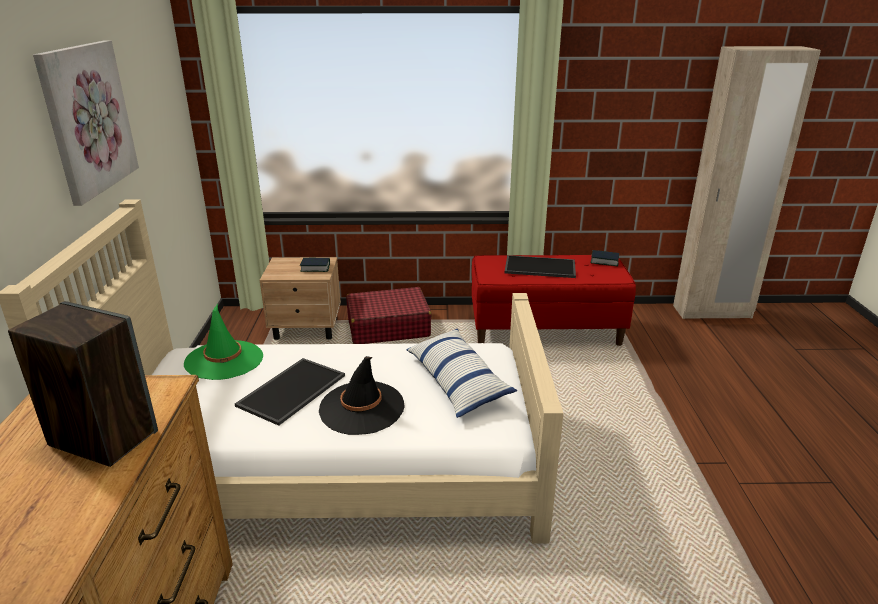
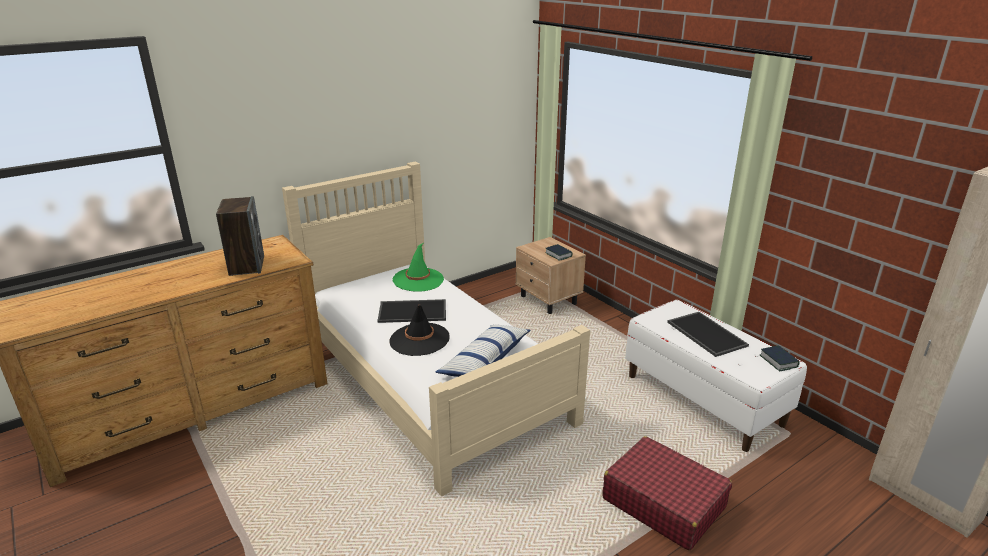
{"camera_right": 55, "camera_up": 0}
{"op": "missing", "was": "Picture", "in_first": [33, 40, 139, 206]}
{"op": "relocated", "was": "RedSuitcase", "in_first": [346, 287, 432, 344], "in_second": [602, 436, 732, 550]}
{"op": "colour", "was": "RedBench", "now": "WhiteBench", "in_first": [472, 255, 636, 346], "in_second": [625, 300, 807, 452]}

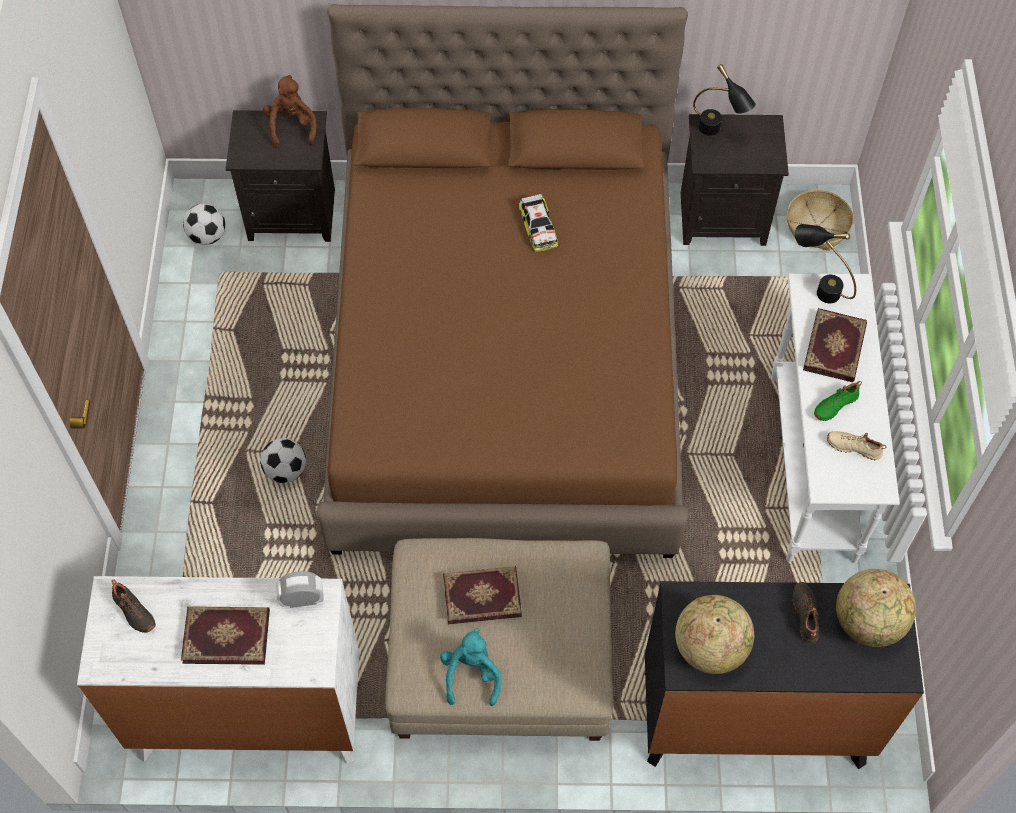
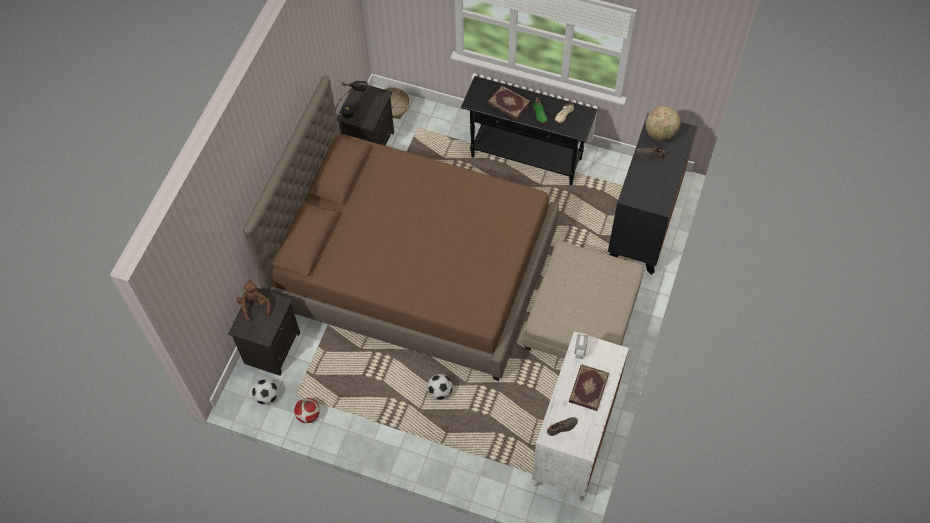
{"camera_right": -70, "camera_up": 0}
{"op": "spun", "was": "BrownPlushToy", "in_first": [263, 75, 317, 147], "in_second": [236, 280, 271, 322], "clockwise": 60}
{"op": "missing", "was": "TurquoisePlushToy", "in_first": [440, 628, 502, 706]}
{"op": "missing", "was": "Book", "in_first": [443, 566, 522, 624]}
{"op": "missing", "was": "ToyCar", "in_first": [519, 194, 558, 252]}
{"op": "missing", "was": "Globe", "in_first": [675, 595, 754, 674]}
{"op": "colour", "was": "WhiteConsoleTable", "now": "BlackConsoleTable", "in_first": [771, 273, 900, 563], "in_second": [461, 76, 597, 185]}
{"op": "missing", "was": "BlackTableLamp", "in_first": [795, 224, 856, 303]}
{"op": "appeared", "now": "Football", "in_second": [294, 398, 320, 423]}

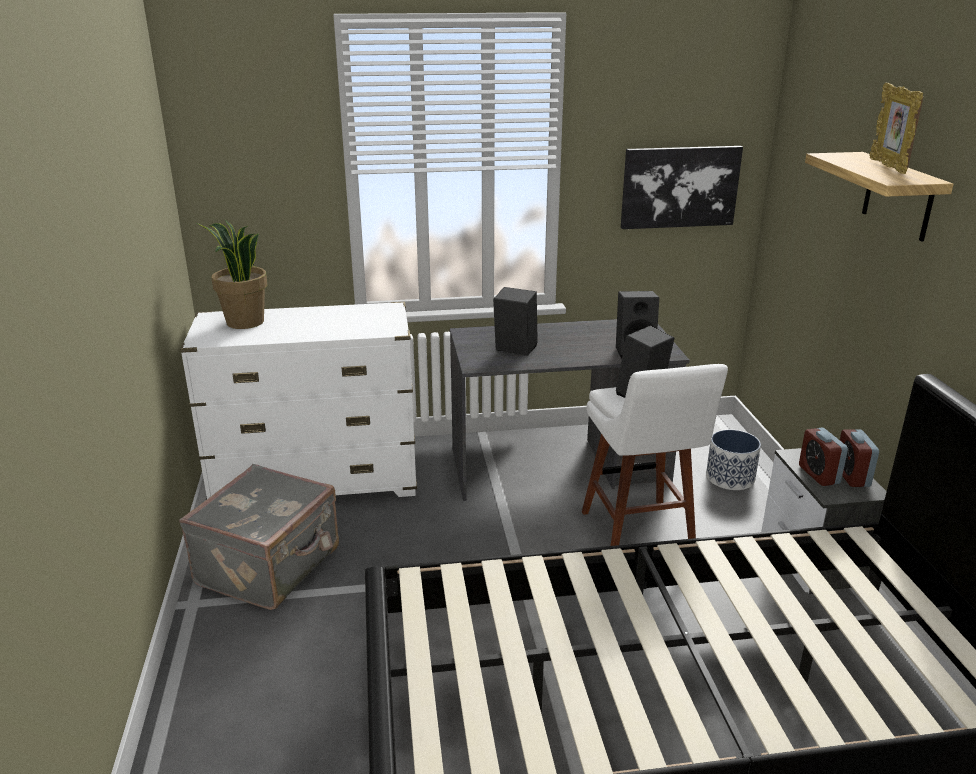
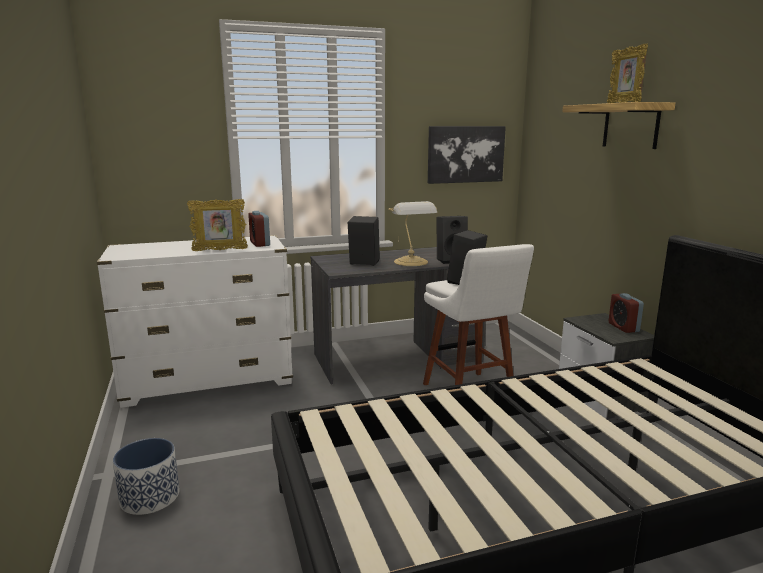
{"camera_right": -10, "camera_up": -10}
{"op": "missing", "was": "GreySuitcase", "in_first": [179, 464, 339, 610]}
{"op": "missing", "was": "PottedPlant", "in_first": [197, 220, 267, 329]}
{"op": "relocated", "was": "Planter", "in_first": [706, 430, 761, 490], "in_second": [113, 438, 180, 515]}
{"op": "relocated", "was": "AlarmClock", "in_first": [799, 428, 848, 486], "in_second": [248, 211, 270, 247]}
{"op": "appeared", "now": "PictureFrame", "in_second": [187, 199, 248, 251]}
{"op": "appeared", "now": "TableLamp", "in_second": [388, 201, 437, 266]}

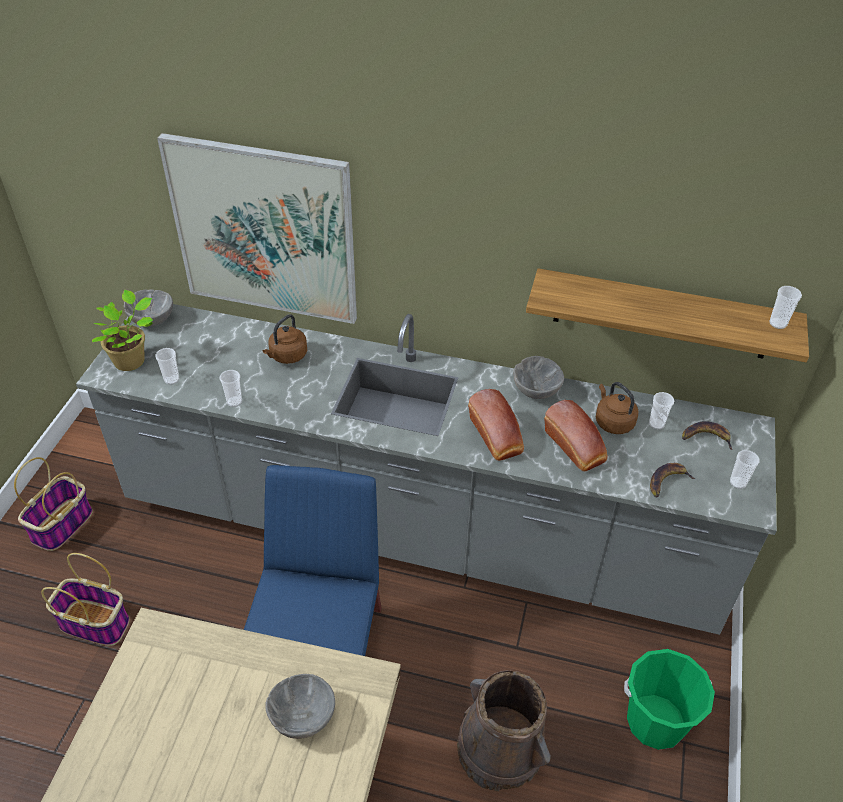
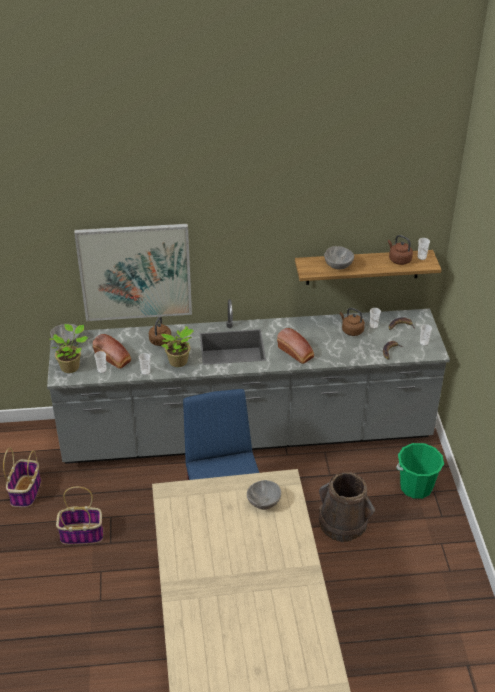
{"camera_right": -20, "camera_up": -5}
{"op": "relocated", "was": "GreyBowl", "in_first": [513, 356, 564, 399], "in_second": [324, 246, 354, 270]}
{"op": "relocated", "was": "Bread", "in_first": [544, 400, 608, 472], "in_second": [92, 334, 131, 369]}
{"op": "appeared", "now": "PottedPlant", "in_second": [161, 326, 194, 367]}
{"op": "appeared", "now": "BrownKettle", "in_second": [388, 235, 413, 265]}

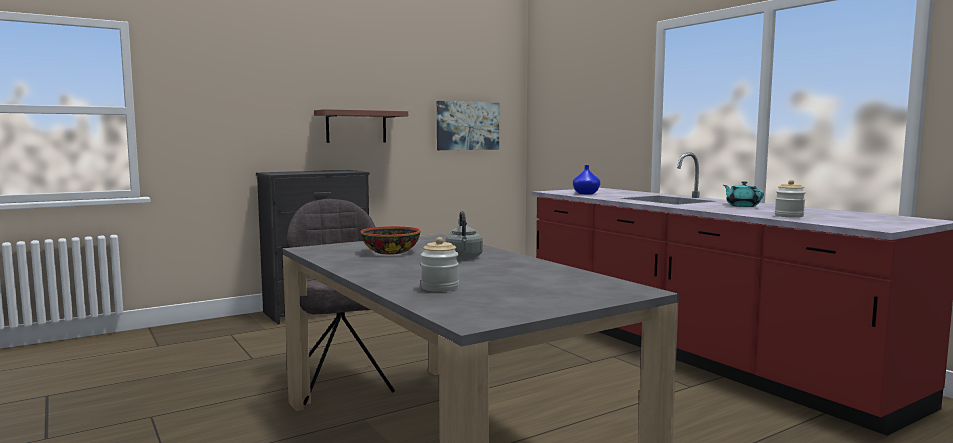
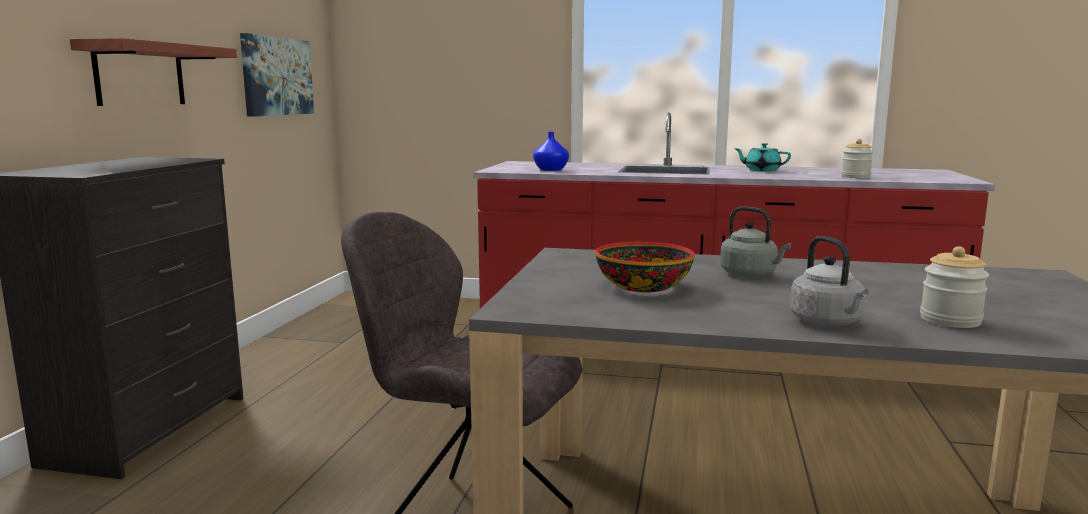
{"camera_right": -45, "camera_up": 5}
{"op": "appeared", "now": "GreyKettle", "in_second": [790, 236, 868, 327]}

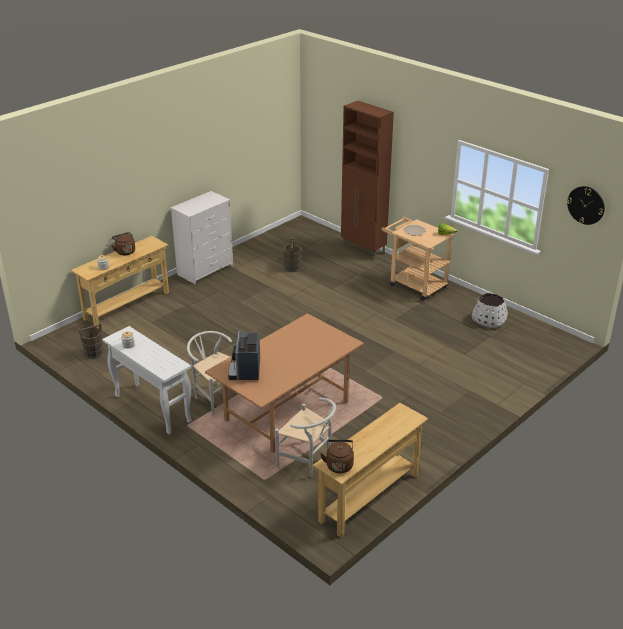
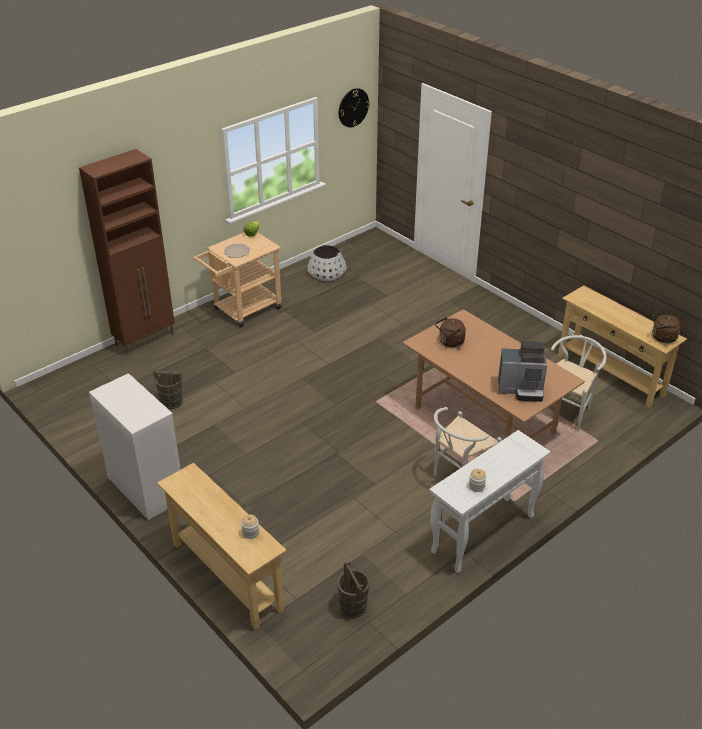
{"camera_right": -85, "camera_up": 5}
{"op": "relocated", "was": "BrownKettle", "in_first": [112, 232, 135, 255], "in_second": [435, 317, 466, 347]}

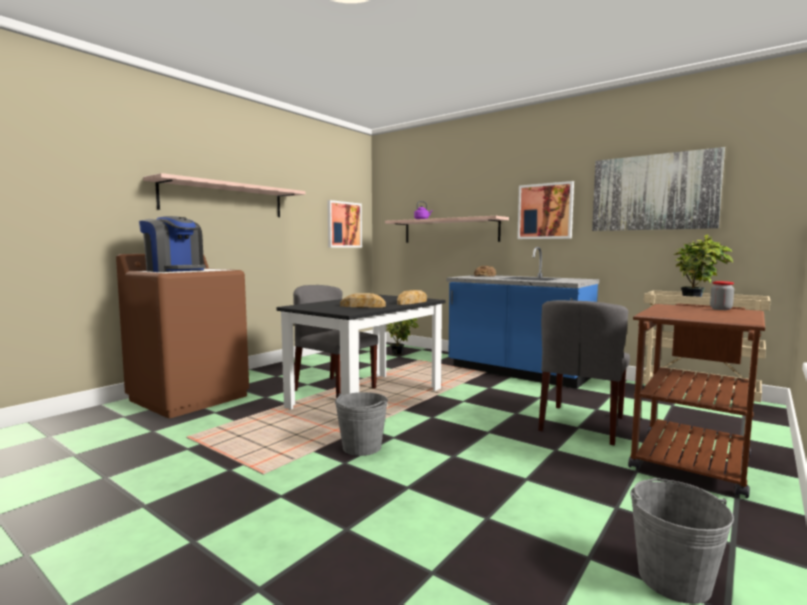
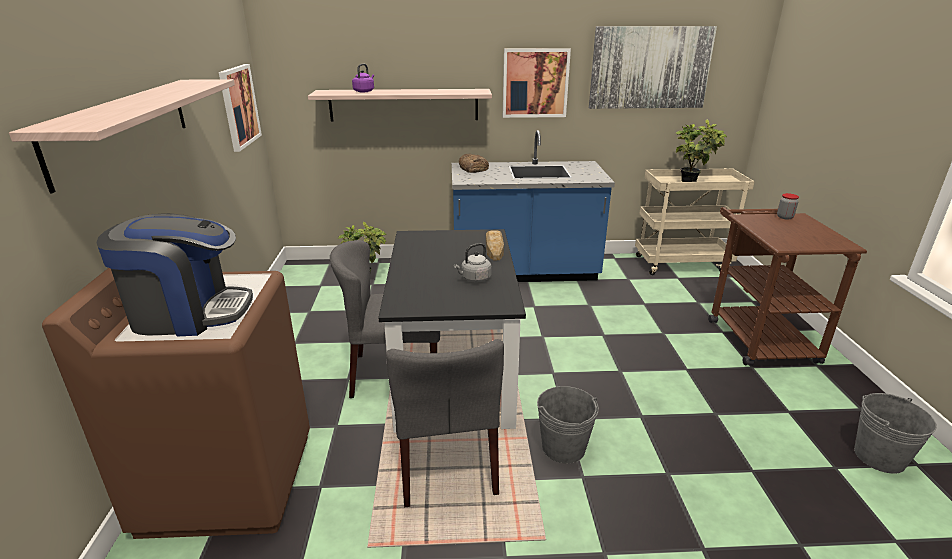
{"camera_right": -40, "camera_up": 20}
{"op": "exchanged", "was": "Bread", "now": "GreyKettle", "in_first": [340, 293, 386, 308], "in_second": [454, 243, 492, 282]}
{"op": "relocated", "was": "GreyChair", "in_first": [538, 300, 630, 446], "in_second": [386, 339, 504, 508]}

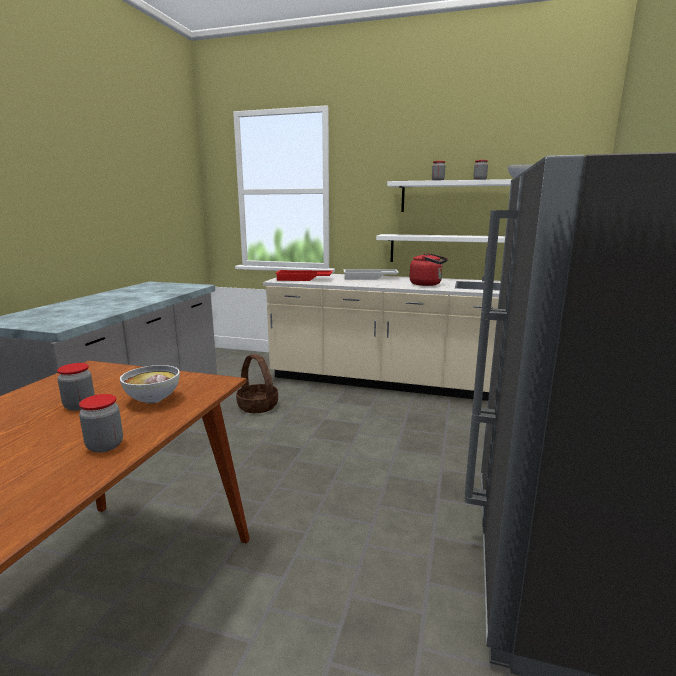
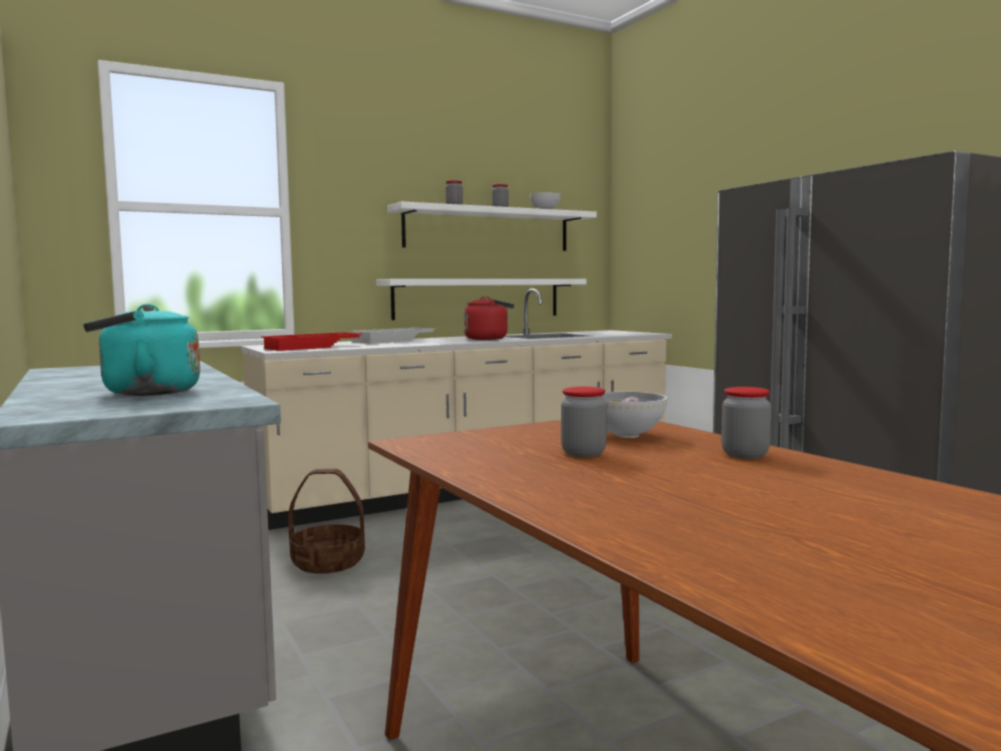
{"camera_right": -45, "camera_up": -10}
{"op": "appeared", "now": "TurquoiseKettle", "in_second": [83, 304, 200, 396]}

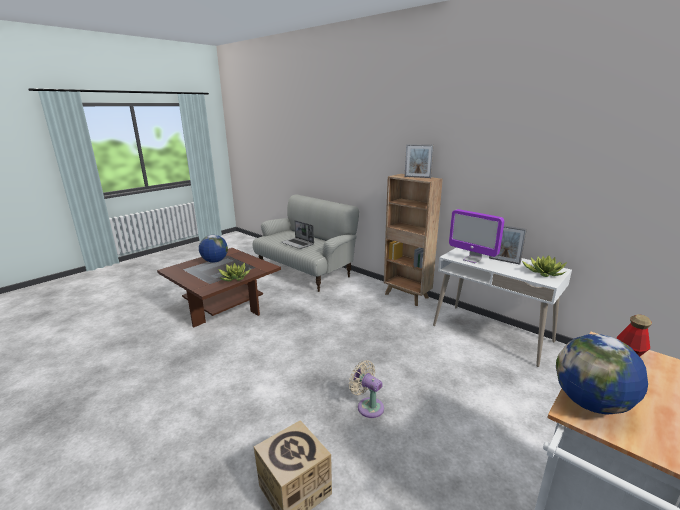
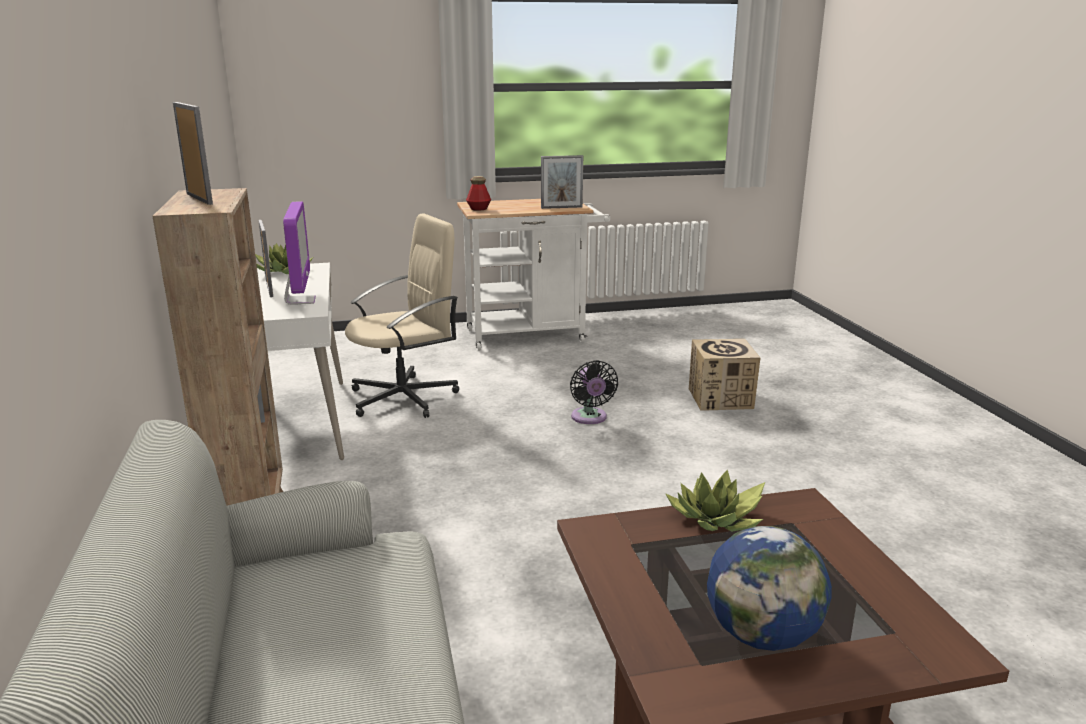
{"camera_right": -145, "camera_up": 0}
{"op": "missing", "was": "Laptop", "in_first": [281, 220, 314, 249]}
{"op": "colour", "was": "BeigeFan", "now": "BlackFan", "in_first": [349, 360, 384, 418], "in_second": [570, 360, 618, 424]}
{"op": "exchanged", "was": "Globe", "now": "PictureFrame", "in_first": [556, 334, 648, 414], "in_second": [541, 155, 583, 209]}
{"op": "appeared", "now": "BeigeOfficeChair", "in_second": [345, 213, 459, 418]}

